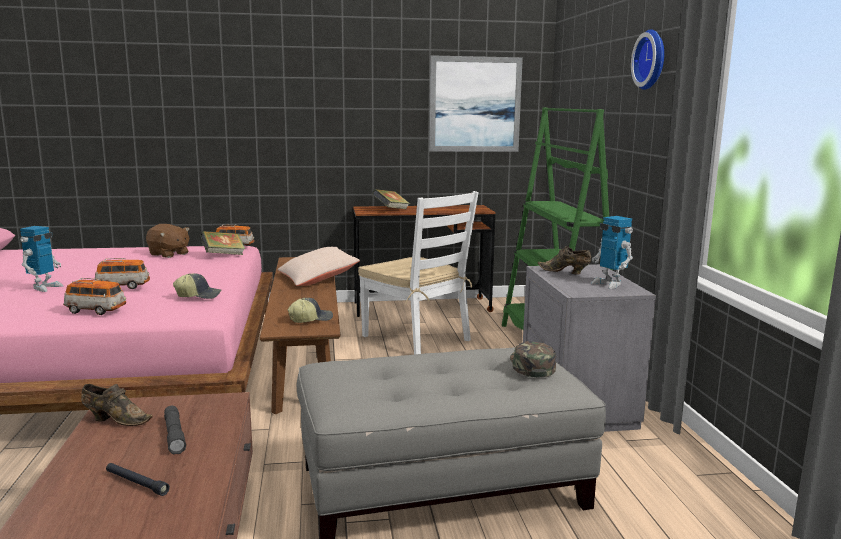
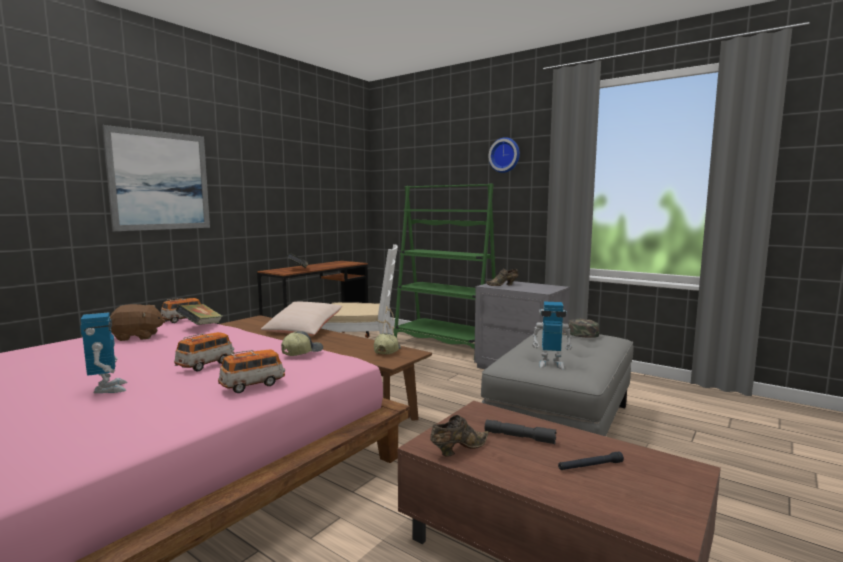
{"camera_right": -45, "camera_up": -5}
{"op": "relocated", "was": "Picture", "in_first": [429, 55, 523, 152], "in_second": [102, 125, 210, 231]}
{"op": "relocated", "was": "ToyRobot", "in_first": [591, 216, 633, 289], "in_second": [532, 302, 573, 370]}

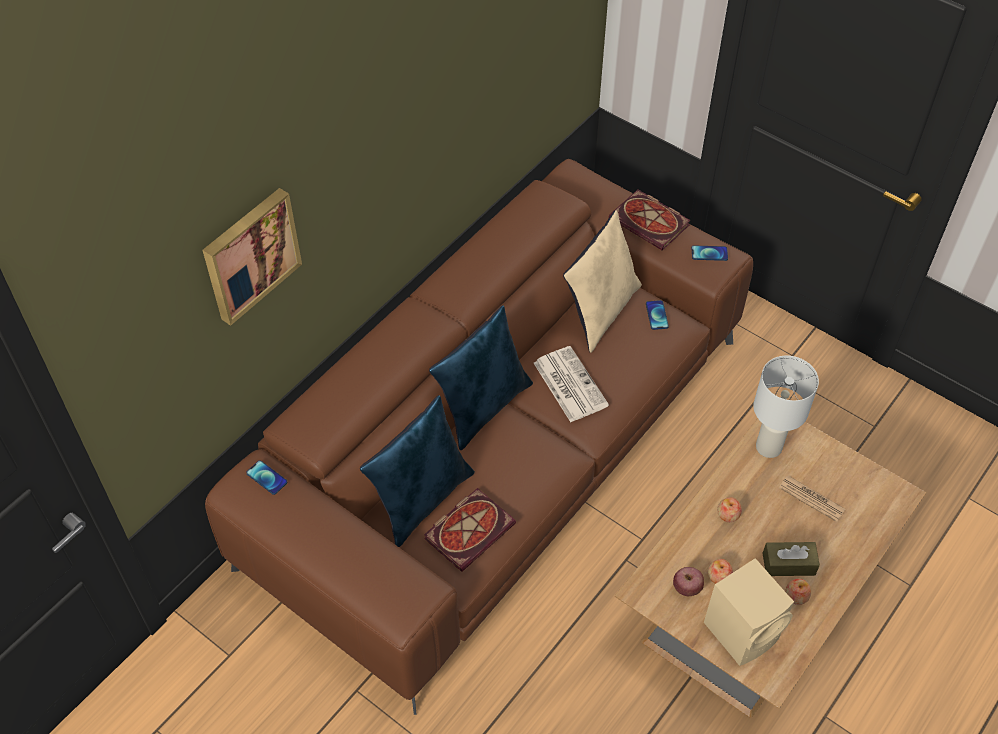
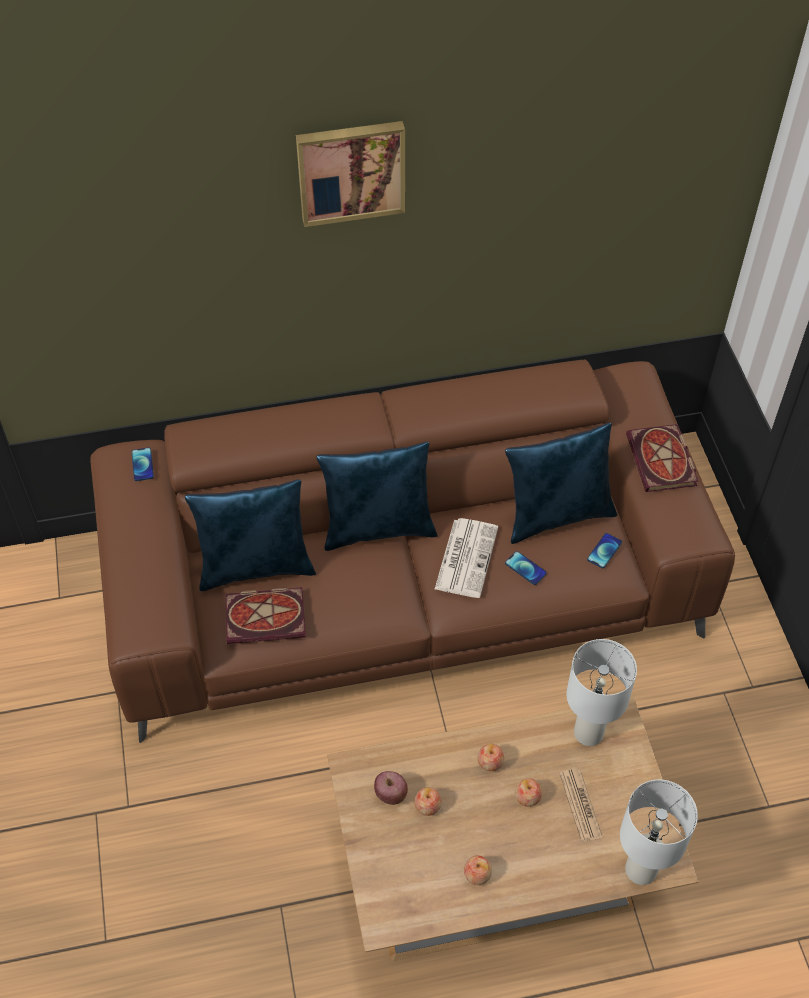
{"camera_right": 40, "camera_up": 0}
{"op": "relocated", "was": "Picture", "in_first": [203, 188, 302, 326], "in_second": [296, 121, 405, 227]}
{"op": "colour", "was": "BeigePillow", "now": "BluePillow", "in_first": [563, 210, 642, 353], "in_second": [505, 423, 617, 544]}
{"op": "relocated", "was": "Phone", "in_first": [691, 245, 728, 261], "in_second": [505, 551, 547, 585]}
{"op": "missing", "was": "BeigeSpeaker", "in_first": [704, 558, 794, 666]}
{"op": "missing", "was": "BrownTissueBox", "in_first": [763, 542, 820, 576]}
{"op": "appeared", "now": "Apple", "in_second": [515, 778, 542, 807]}
{"op": "appeared", "now": "WhiteTableLamp", "in_second": [620, 780, 698, 885]}

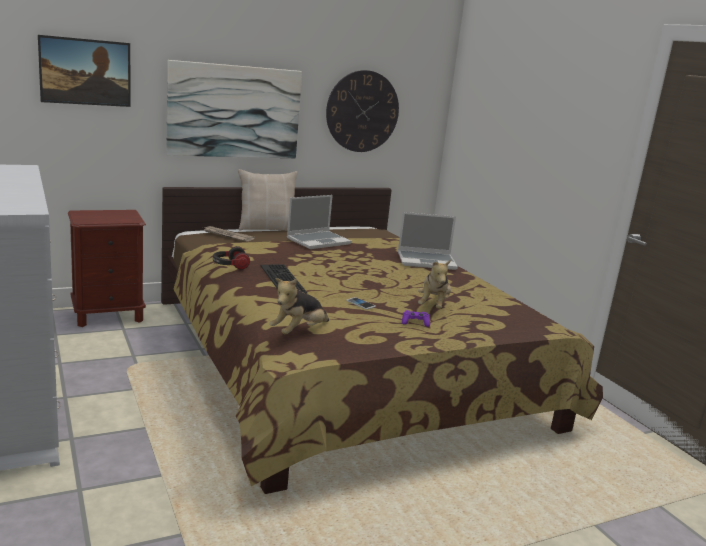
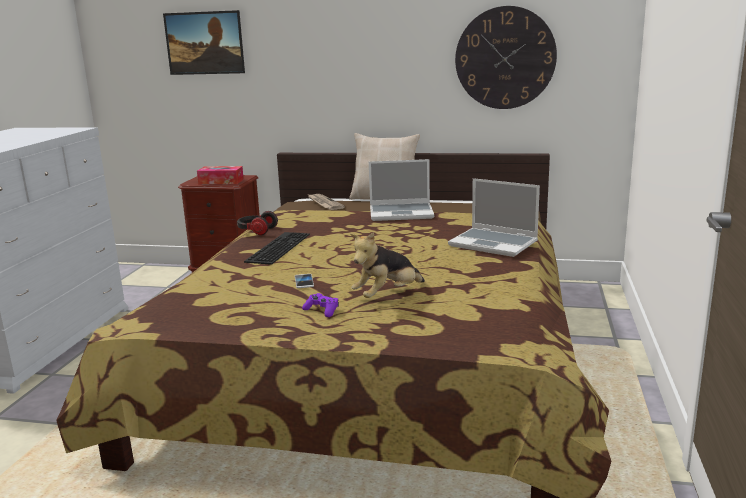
{"camera_right": 40, "camera_up": 0}
{"op": "missing", "was": "Picture", "in_first": [166, 60, 302, 158]}
{"op": "missing", "was": "PlushToy", "in_first": [269, 278, 329, 335]}
{"op": "appeared", "now": "TissueBox", "in_second": [197, 166, 244, 184]}

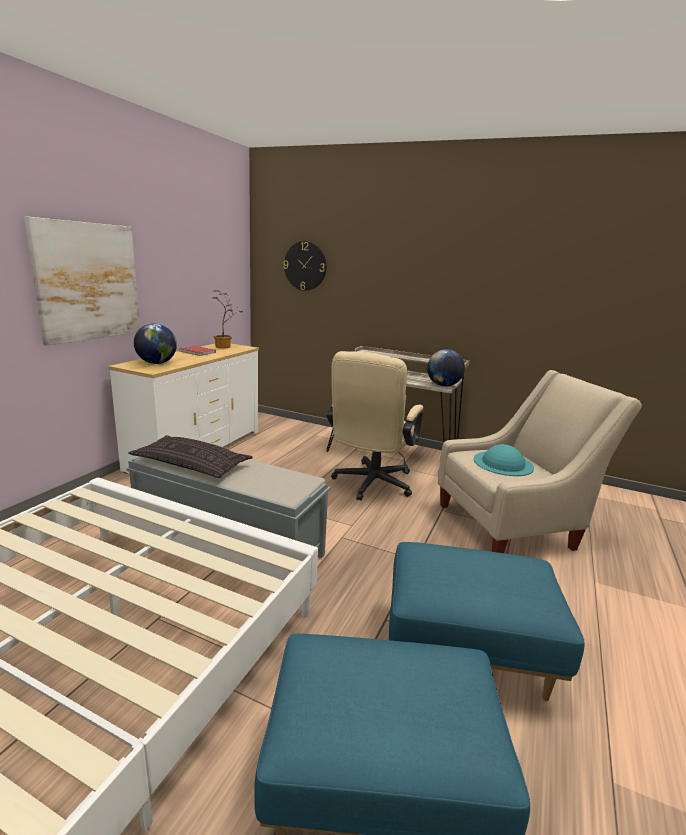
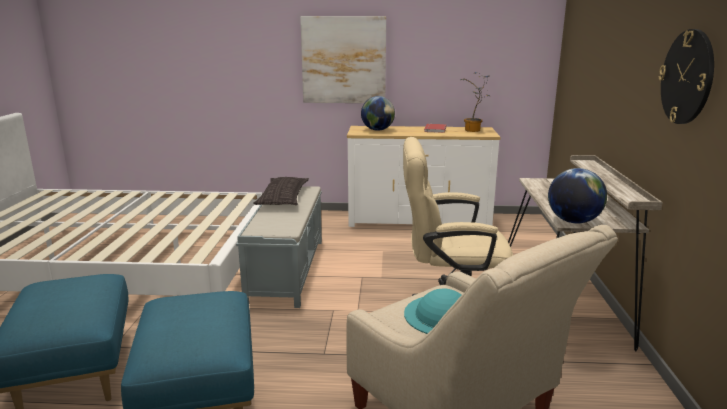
{"camera_right": 70, "camera_up": 0}
{"op": "relocated", "was": "WallClock", "in_first": [284, 241, 326, 291], "in_second": [659, 29, 714, 124]}

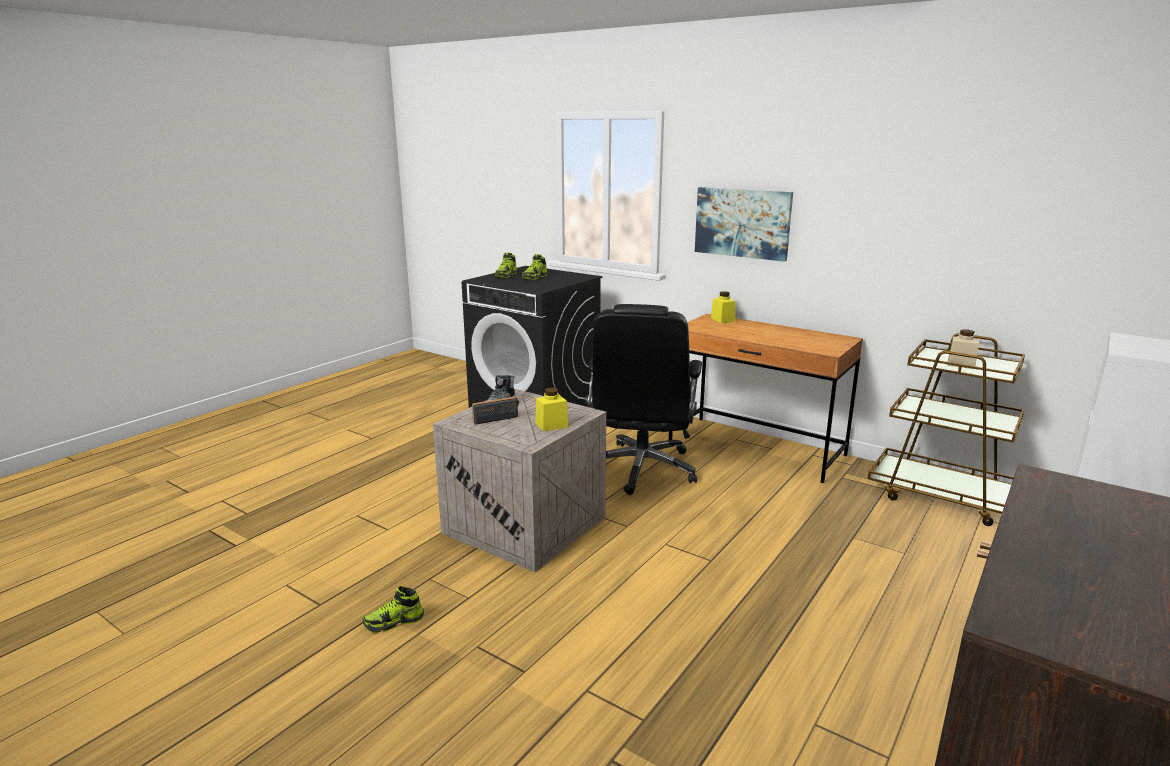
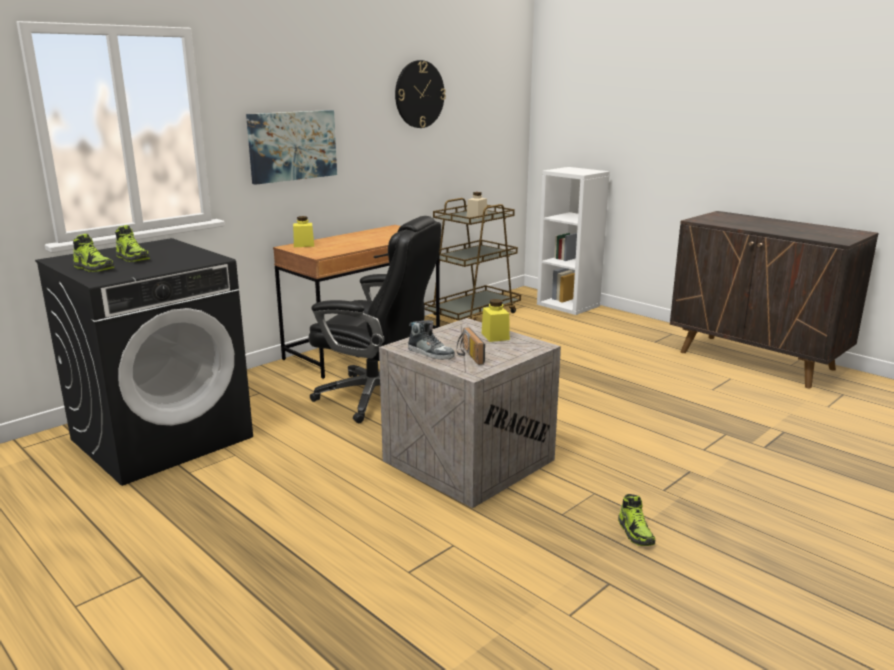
{"camera_right": -80, "camera_up": 0}
{"op": "appeared", "now": "WallClock", "in_second": [395, 60, 446, 128]}

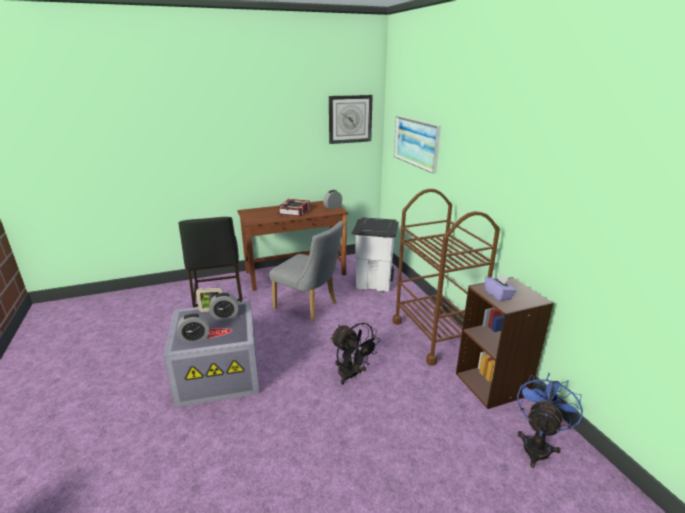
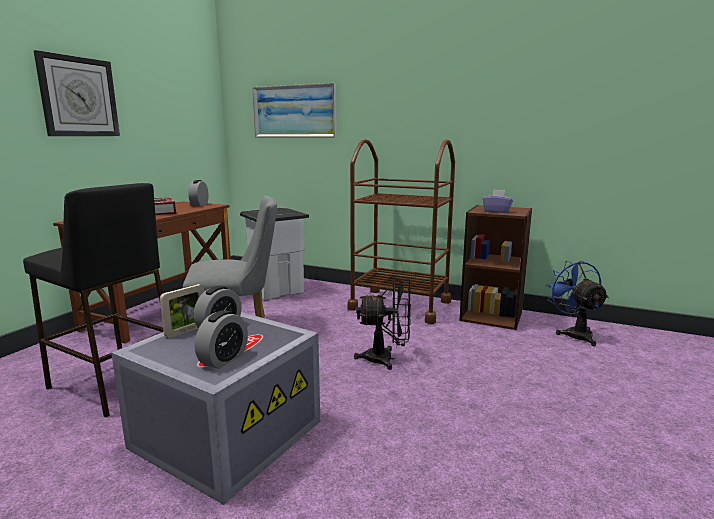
{"camera_right": -45, "camera_up": -10}
{"op": "relocated", "was": "WallClock", "in_first": [329, 95, 373, 144], "in_second": [34, 50, 120, 136]}

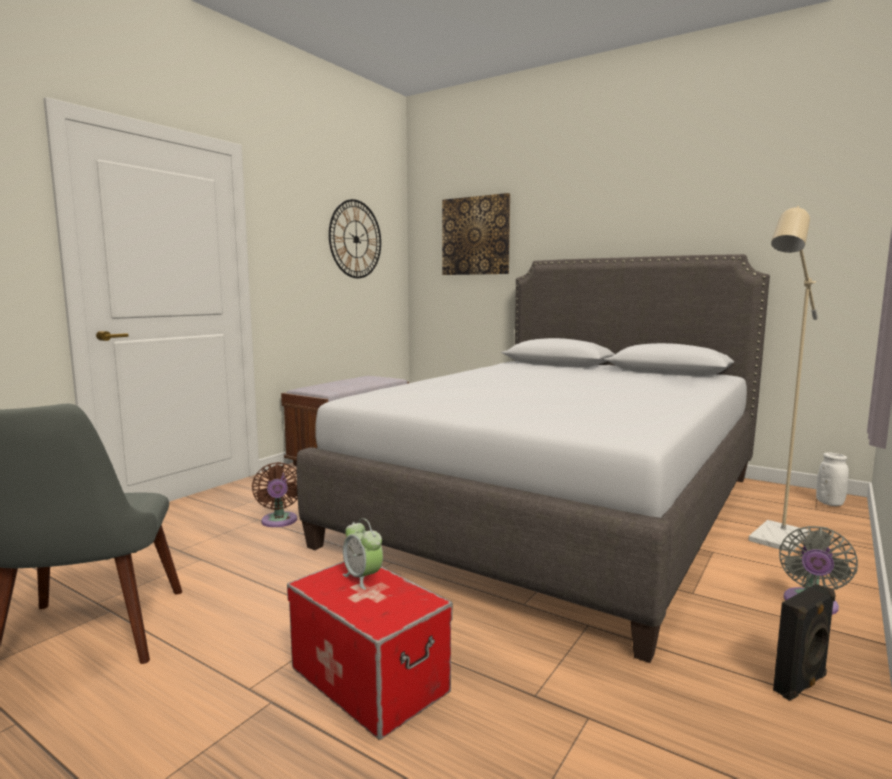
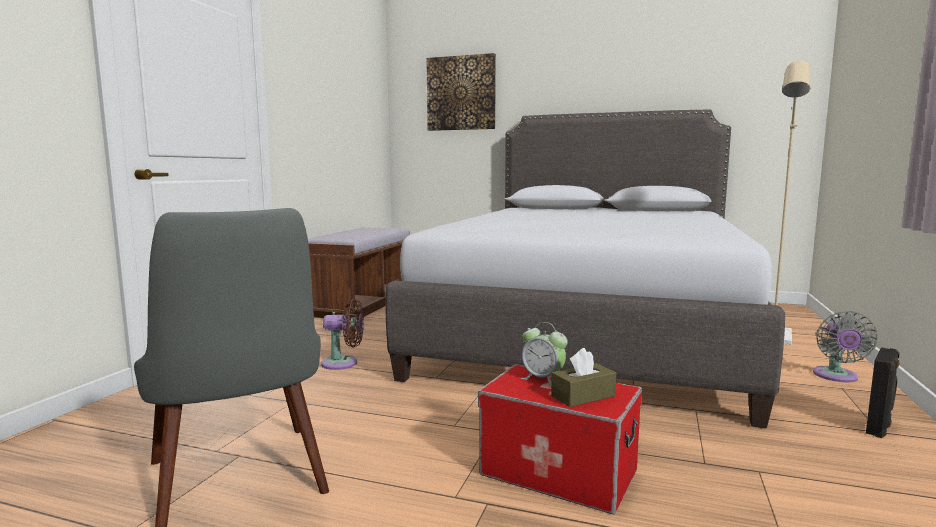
{"camera_right": -15, "camera_up": 0}
{"op": "spun", "was": "BrownFan", "in_first": [252, 462, 298, 527], "in_second": [321, 299, 364, 370], "clockwise": -60}
{"op": "missing", "was": "WallClock", "in_first": [329, 199, 381, 278]}
{"op": "missing", "was": "WhiteVase", "in_first": [816, 452, 849, 506]}
{"op": "appeared", "now": "BrownTissueBox", "in_second": [551, 348, 616, 407]}

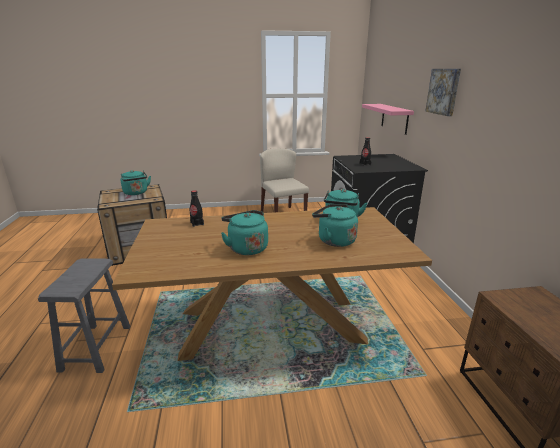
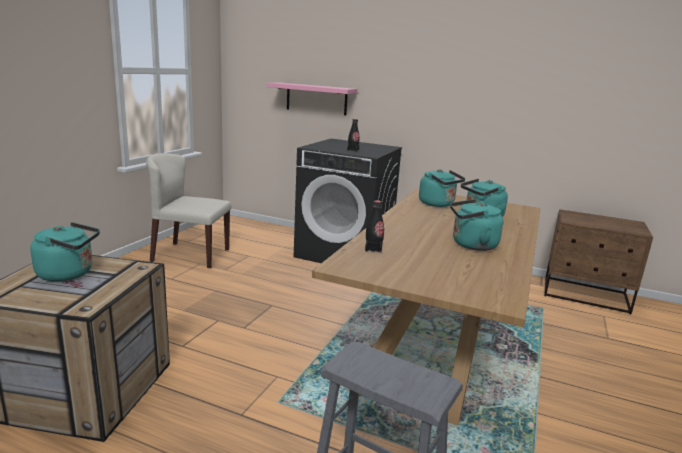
{"camera_right": -60, "camera_up": -5}
{"op": "missing", "was": "Picture", "in_first": [425, 69, 461, 116]}

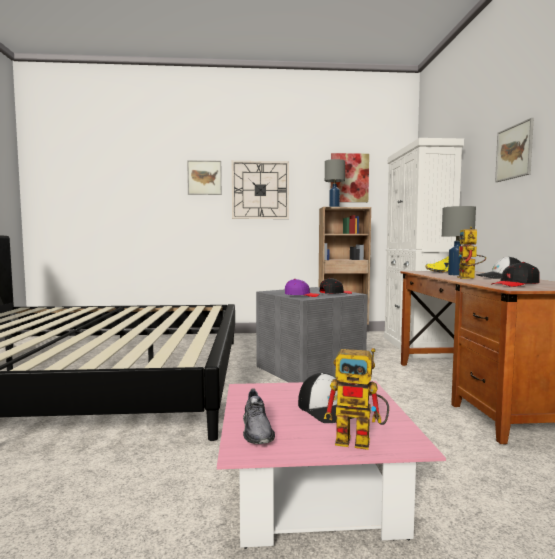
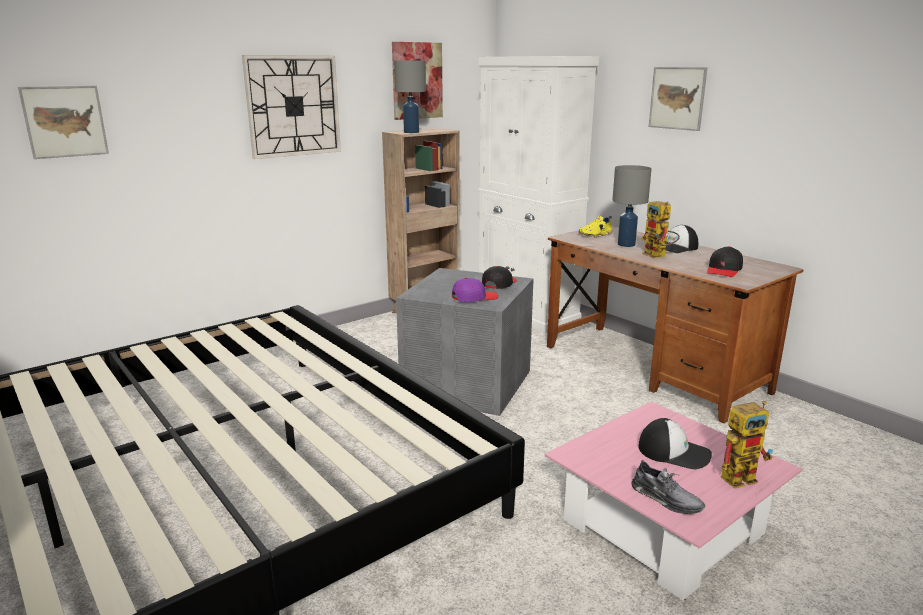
{"camera_right": -35, "camera_up": 15}
{"op": "relocated", "was": "Picture", "in_first": [187, 160, 222, 195], "in_second": [18, 86, 109, 159]}

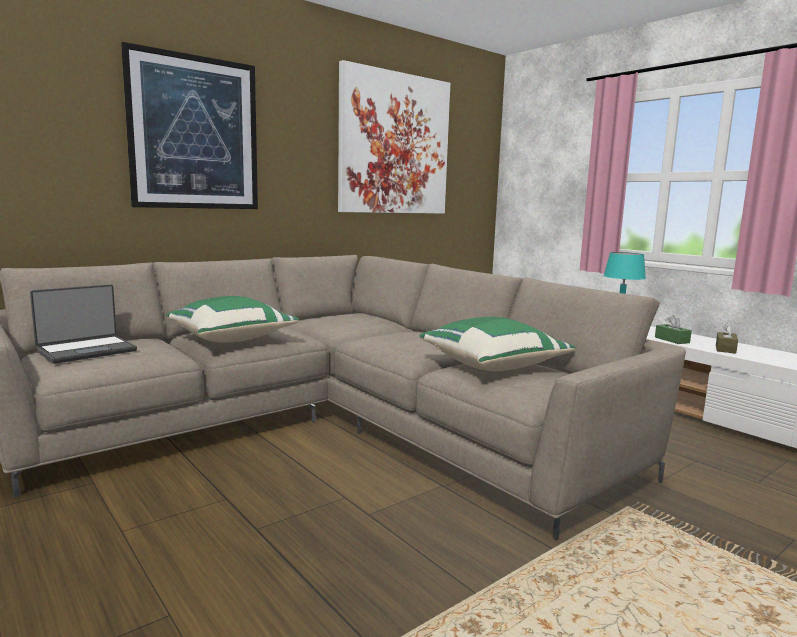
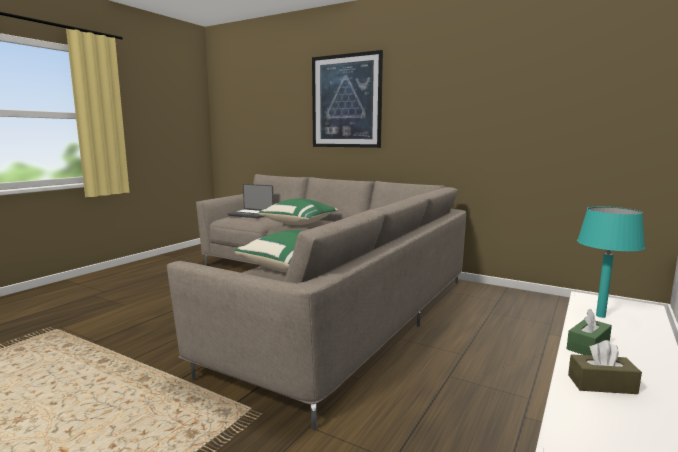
{"camera_right": 70, "camera_up": 0}
{"op": "missing", "was": "Picture", "in_first": [338, 60, 450, 214]}

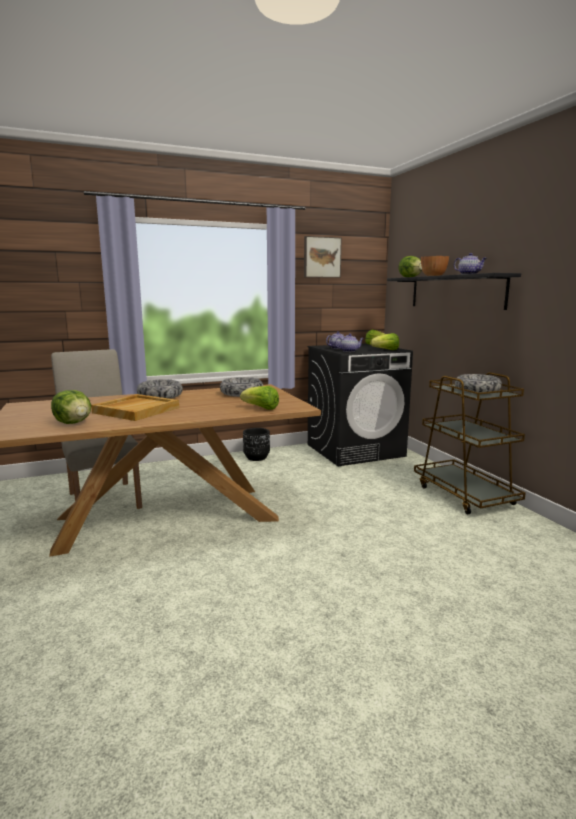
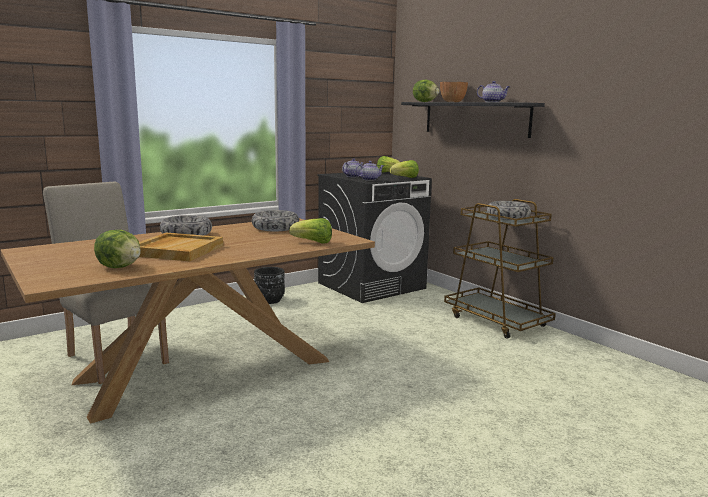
{"camera_right": -15, "camera_up": 0}
{"op": "missing", "was": "Picture", "in_first": [304, 236, 342, 278]}

